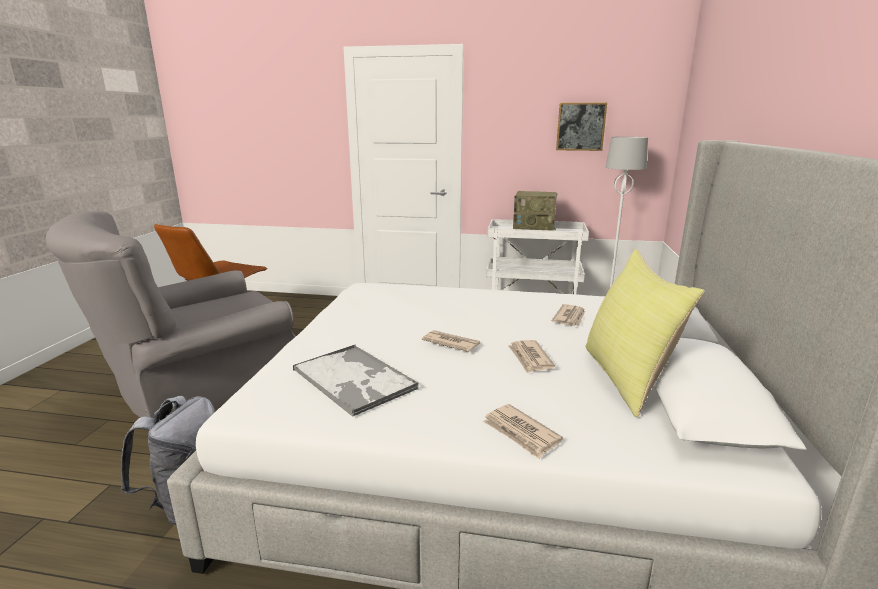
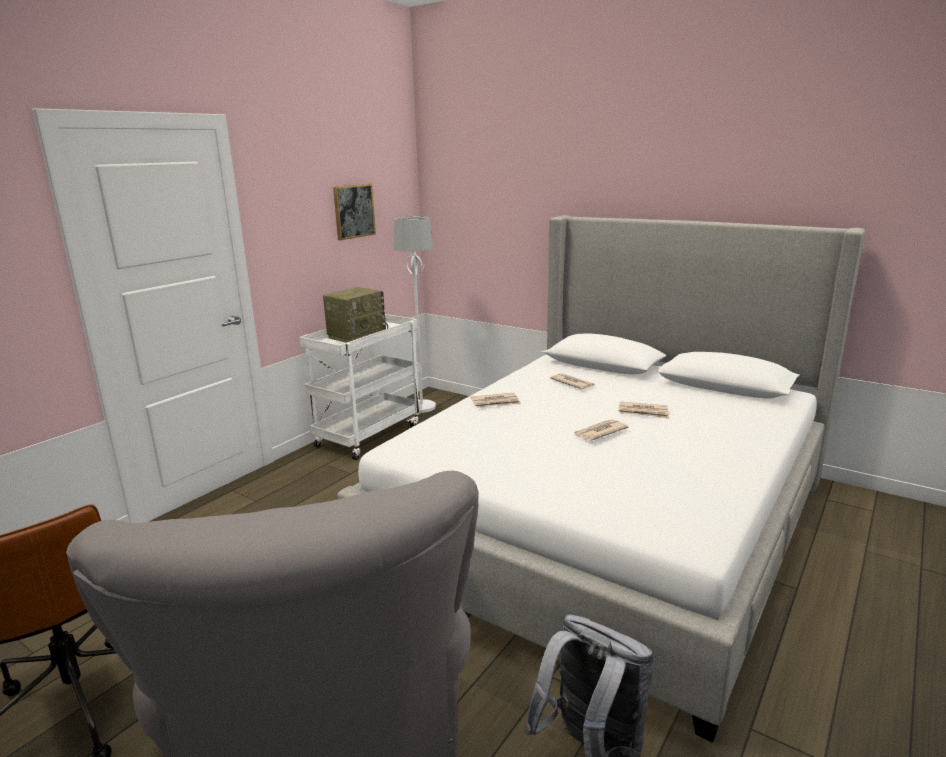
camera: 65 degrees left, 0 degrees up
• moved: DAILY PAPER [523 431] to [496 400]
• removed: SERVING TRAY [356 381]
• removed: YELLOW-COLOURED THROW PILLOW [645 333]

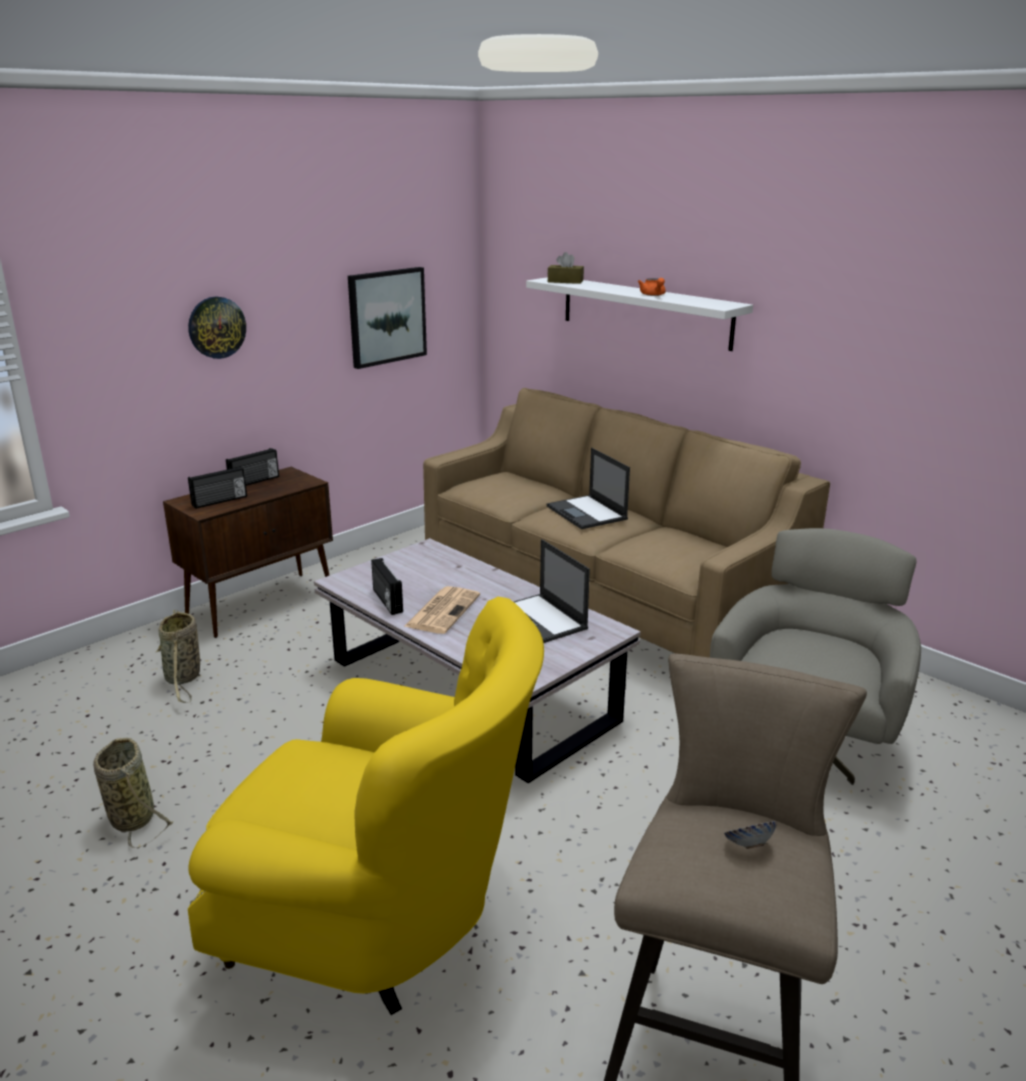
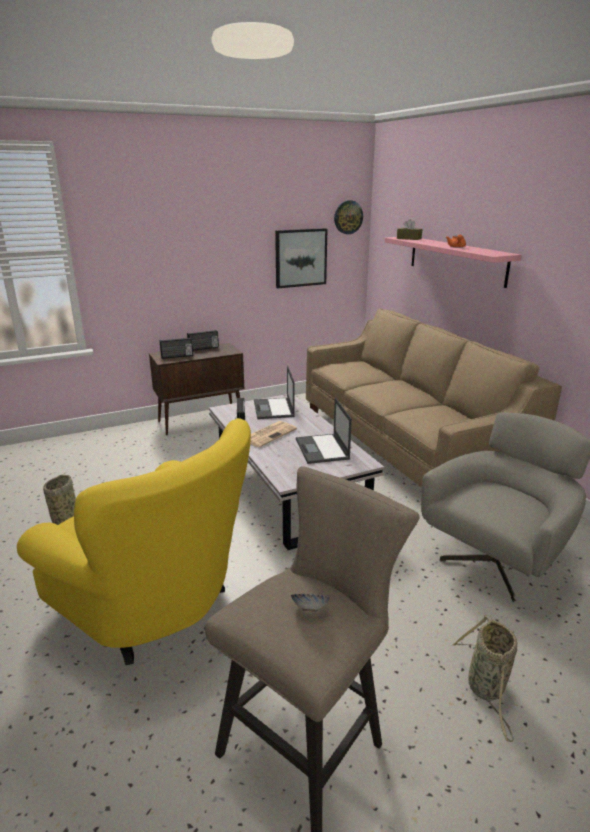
camera: 20 degrees right, 0 degrees up
• moved: NOTEBOOK COMPUTER [588 488] to [274 392]
• moved: HANGING CLOCK [217 328] to [348 217]
• recoloured: WHITISH WALL SHELF [639 314] to PINK-COLOURED WALL SHELF [453 262]
• moved: STORAGE BASKET [178 656] to [484 678]

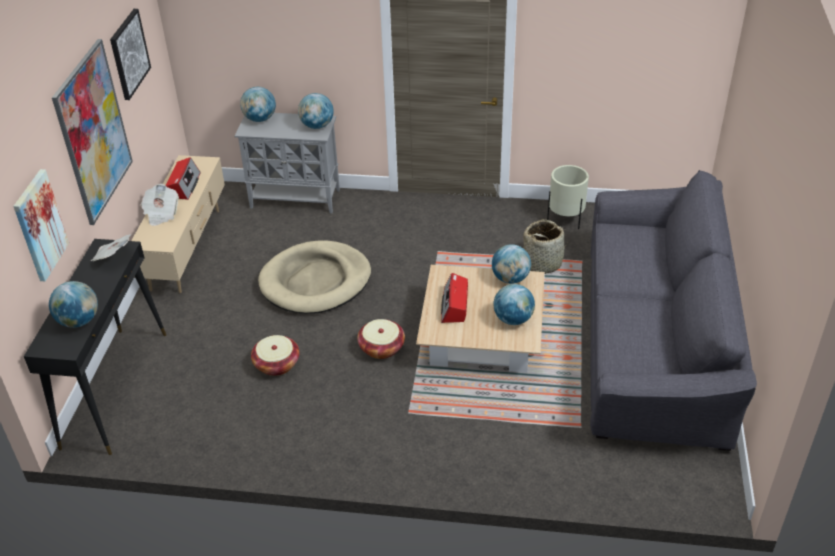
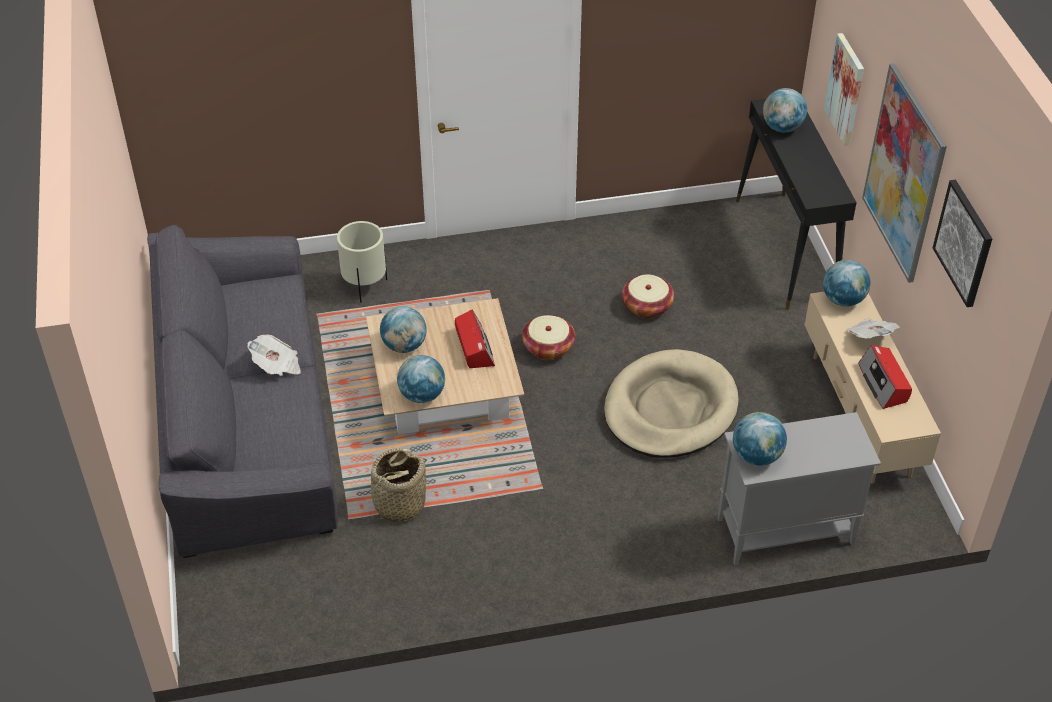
camera: 160 degrees right, 5 degrees up
• moved: DAILY PAPER [111 247] to [274 355]
• moved: BEIGE-COLOURED FLOWER POT [568 197] to [362 262]
• moved: GLOBE [258 104] to [847 283]

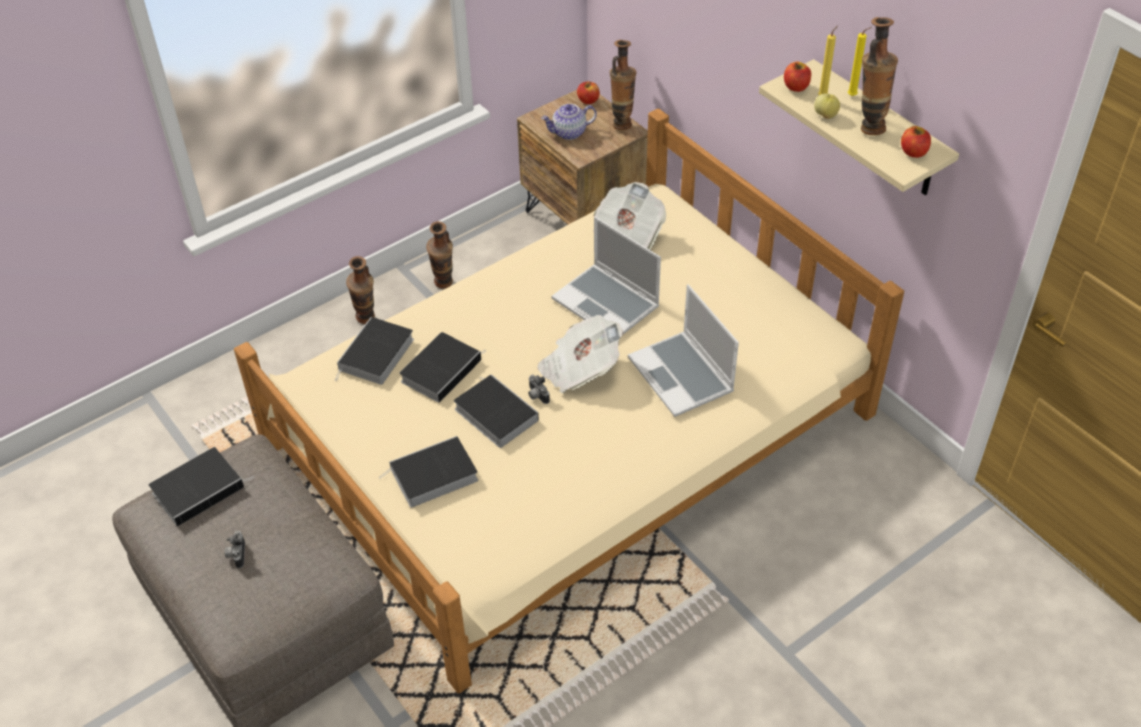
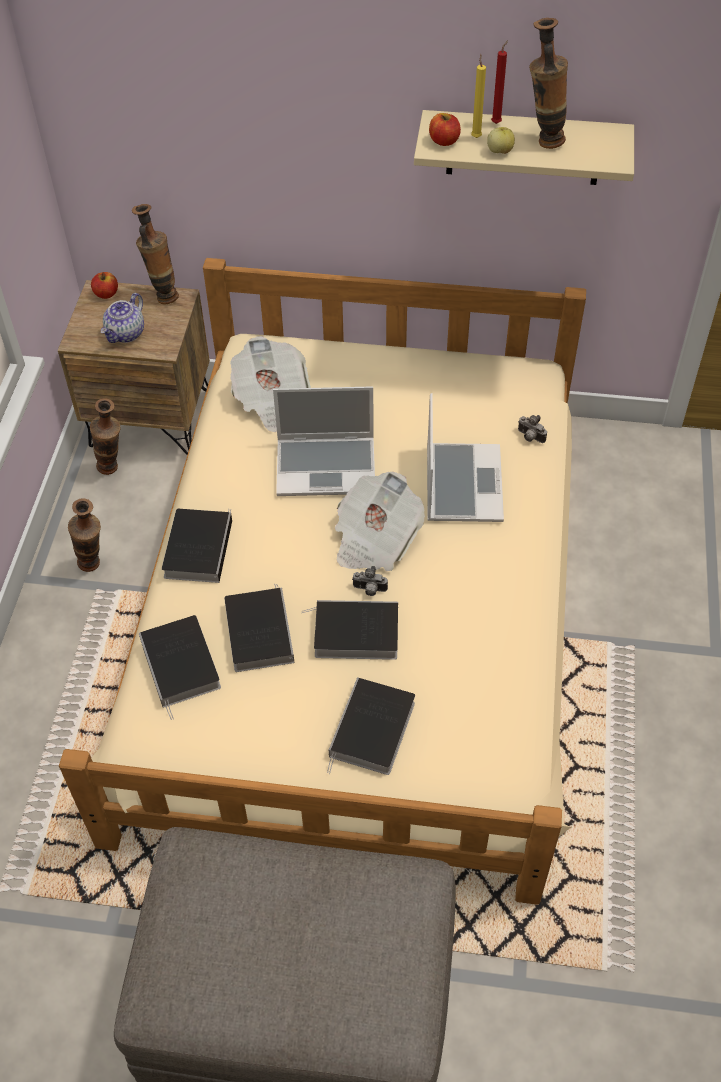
camera: 45 degrees left, 5 degrees up
• moved: VASE [360 290] to [105 436]
• moved: VOLUME [202 487] to [197 546]
• turned: NOTEBOOK COMPUTER [683 350] = [465 457] 105 degrees counterclockwise
• recoloured: YELLOW-COLOURED WAX CANDLE [860 61] to RED-COLOURED WAX CANDLE [499 82]
• moved: STILL CAMERA [234 549] to [532 429]
• removed: WHOLE APPLE [916 142]

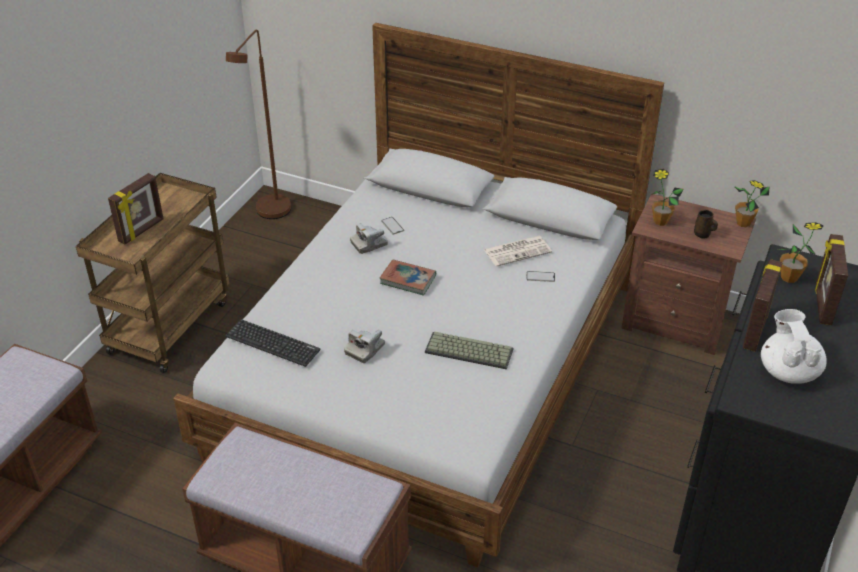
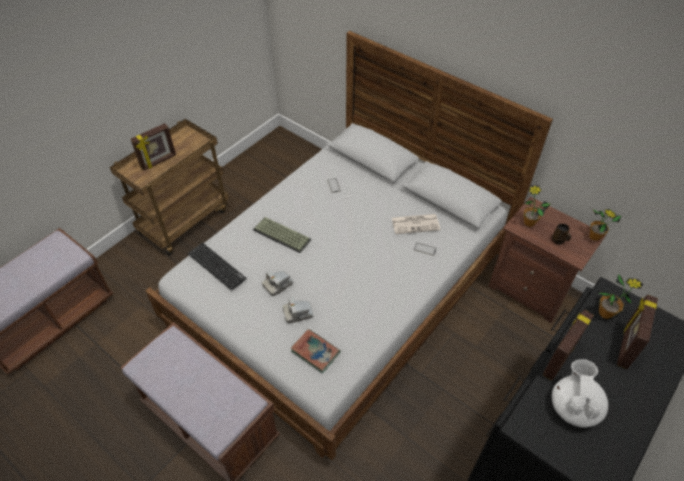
camera: 15 degrees right, 10 degrees up
• moved: COMPUTER KEYBOARD [469 351] to [282 235]
• moved: STILL CAMERA [369 238] to [298 310]
• moved: VOLUME [407 278] to [315 351]
• removed: BROWN-COLOURED STANDING LAMP [258 124]

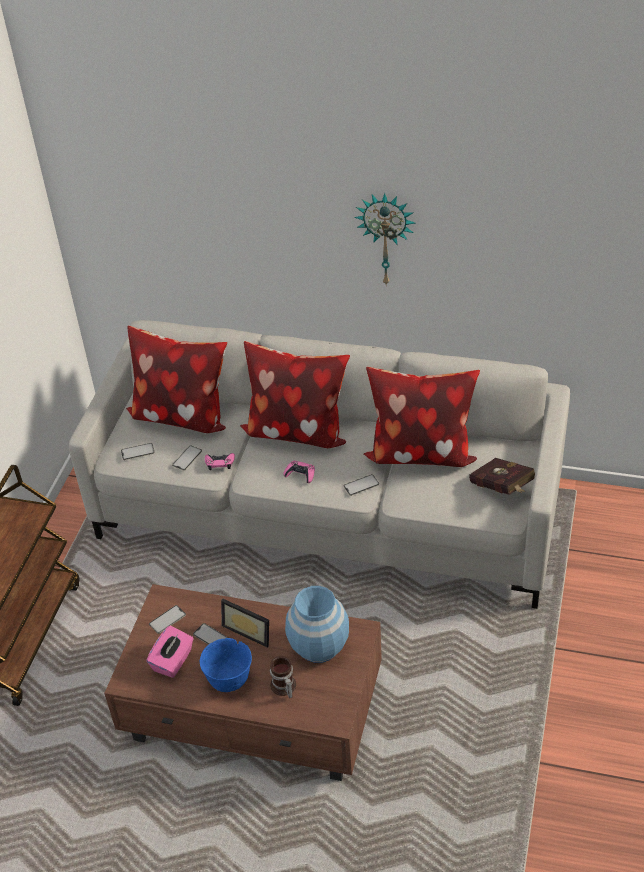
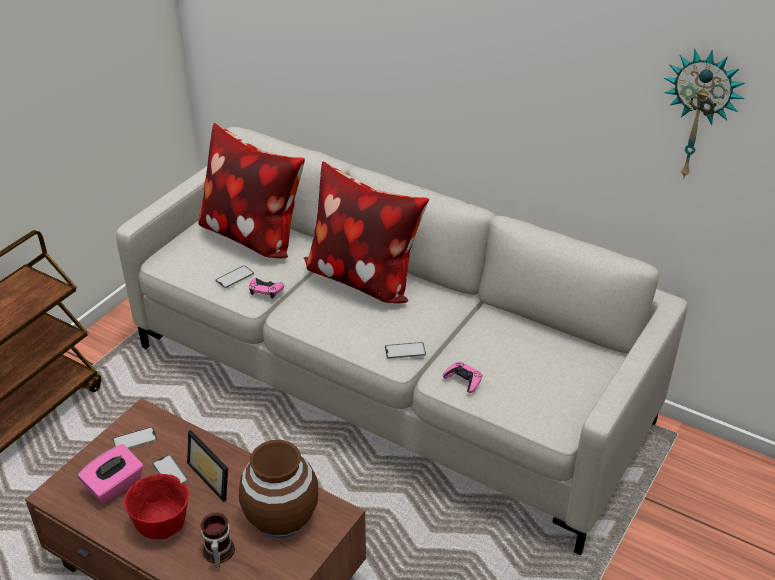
camera: 15 degrees right, 5 degrees down
• recoloured: BLUISH DEEP DISH [226 665] to RED-COLOURED DEEP DISH [156 506]
• recoloured: BLUISH VASE [317 624] to BROWN-COLOURED VASE [278 489]
• moved: PINK-COLOURED JOYPAD [299 472] to [462 377]
• moved: HANGING CLOCK [384 240] to [704 114]
• removed: PHONE [137 451]
• removed: THROW PILLOW [422 417]
• removed: RED-COLOURED VOLUME [502 476]

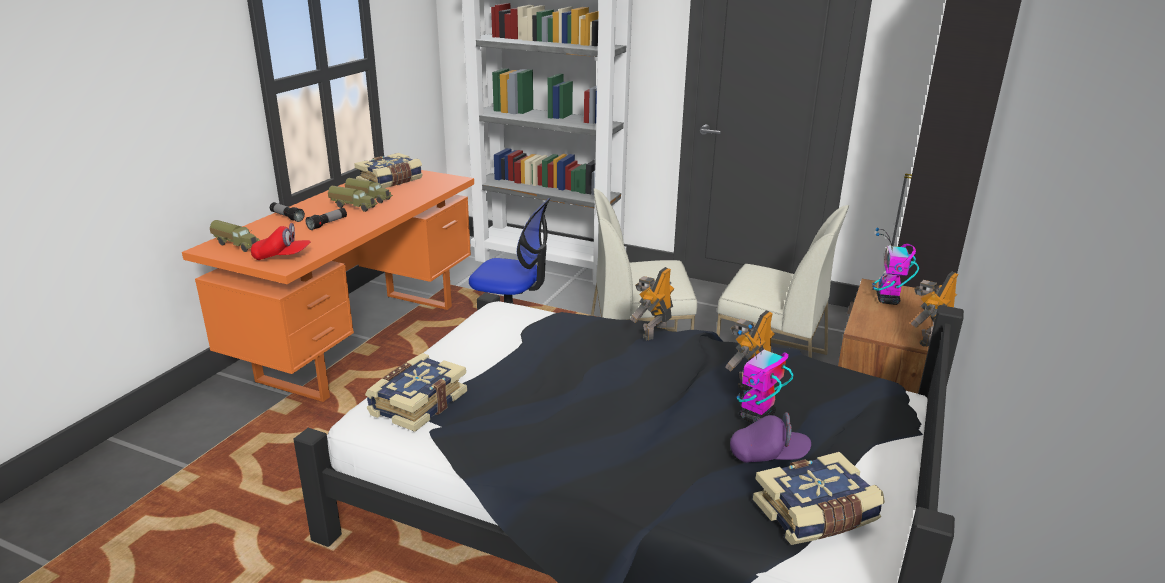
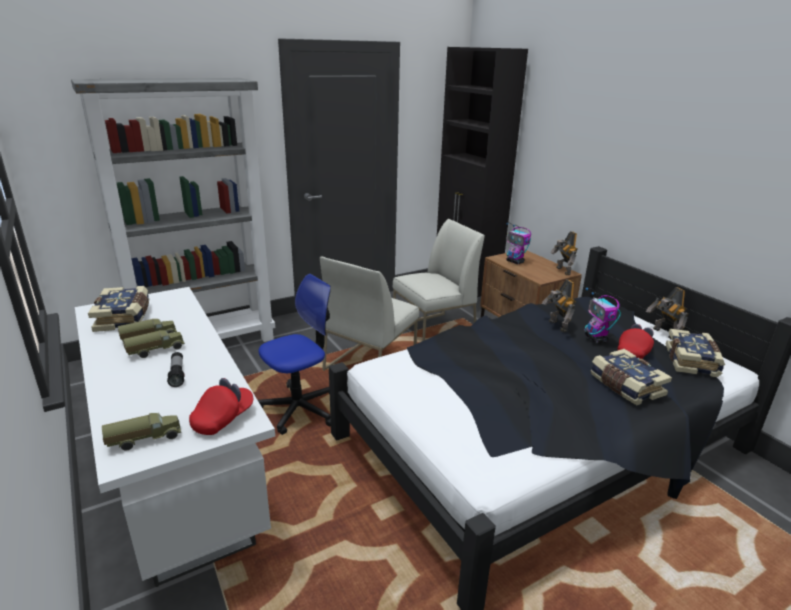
camera: 55 degrees left, 0 degrees up
• recoloured: ORANGE-COLOURED DESK TABLE [328 286] to WHITISH DESK TABLE [175 437]
• moved: VOLUME [416 392] to [631 377]
• recoloured: PURPLISH PEAKED CAP [770 437] to RED-COLOURED PEAKED CAP [636 341]
• moved: TOY ROBOT [652 303] to [667 313]
• removed: TORCH [287 212]

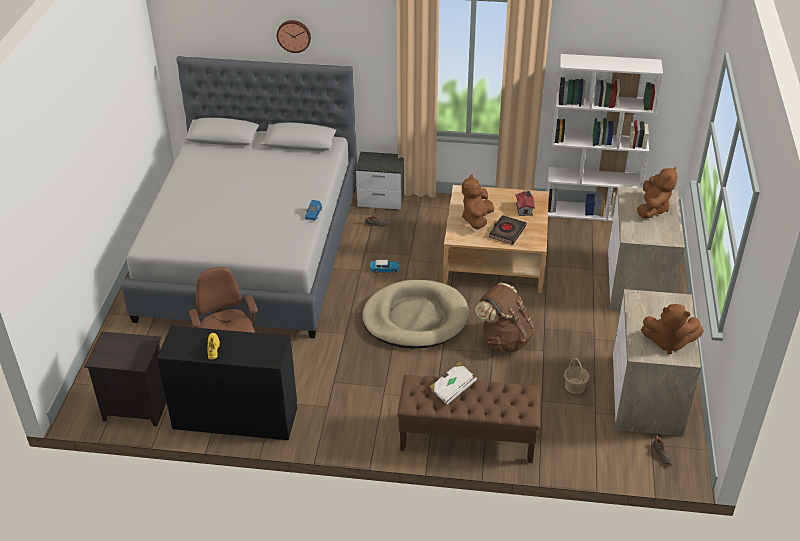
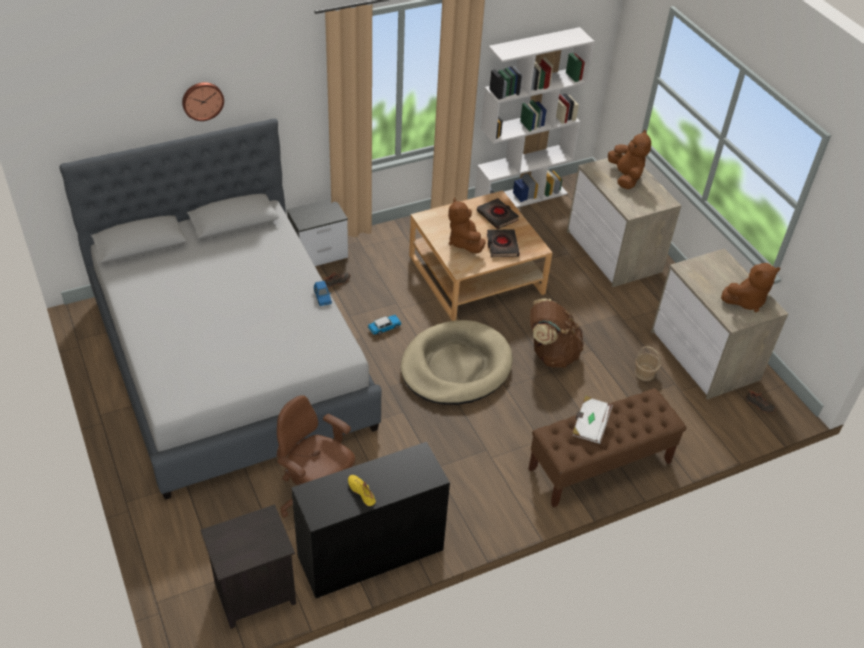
camera: 35 degrees left, 5 degrees up
• replaced: MODEL HOUSE [525 203] to BLACKISH VOLUME [498 213]

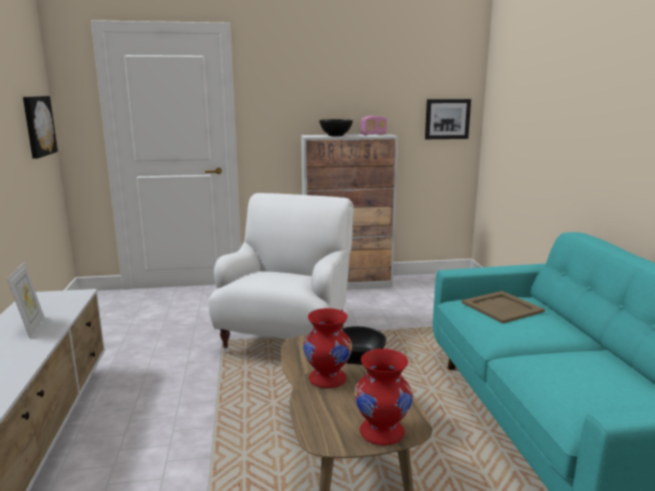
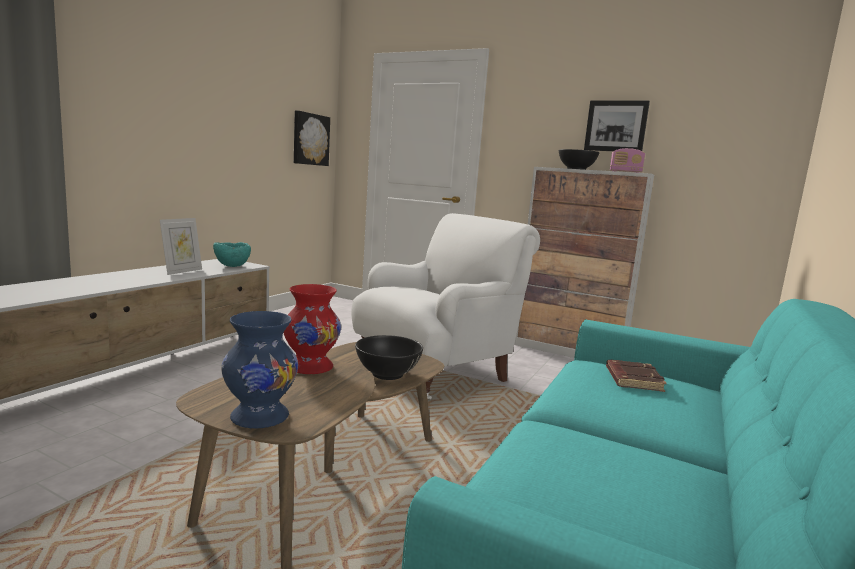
camera: 35 degrees right, 5 degrees down
• added: BLUE-GREEN DEEP DISH [232 254]
• recoloured: RED-COLOURED VASE [383 397] to BLUISH VASE [259 370]
• moved: WALL PICTURE [448 119] to [617 125]
• replaced: BEIGE-COLOURED SERVING TRAY [503 307] to BROWN-COLOURED VOLUME [636 376]

